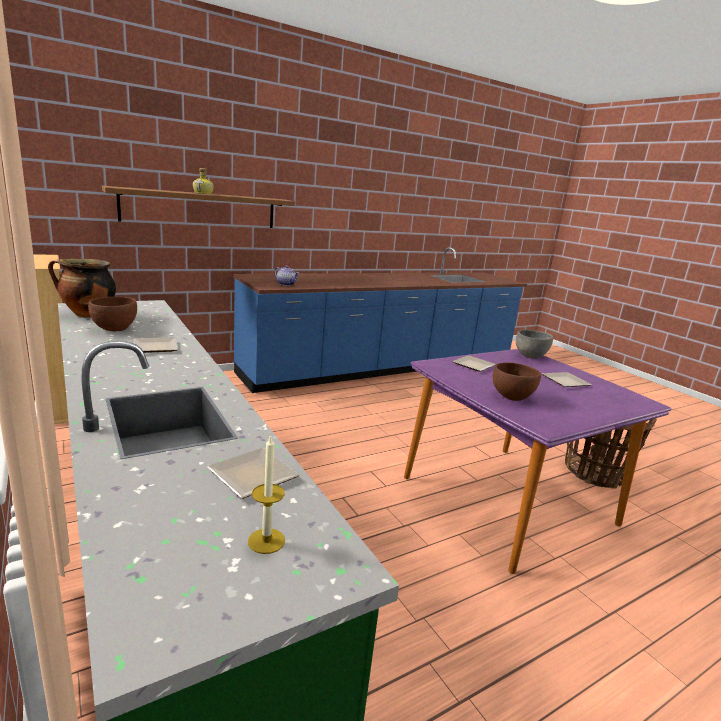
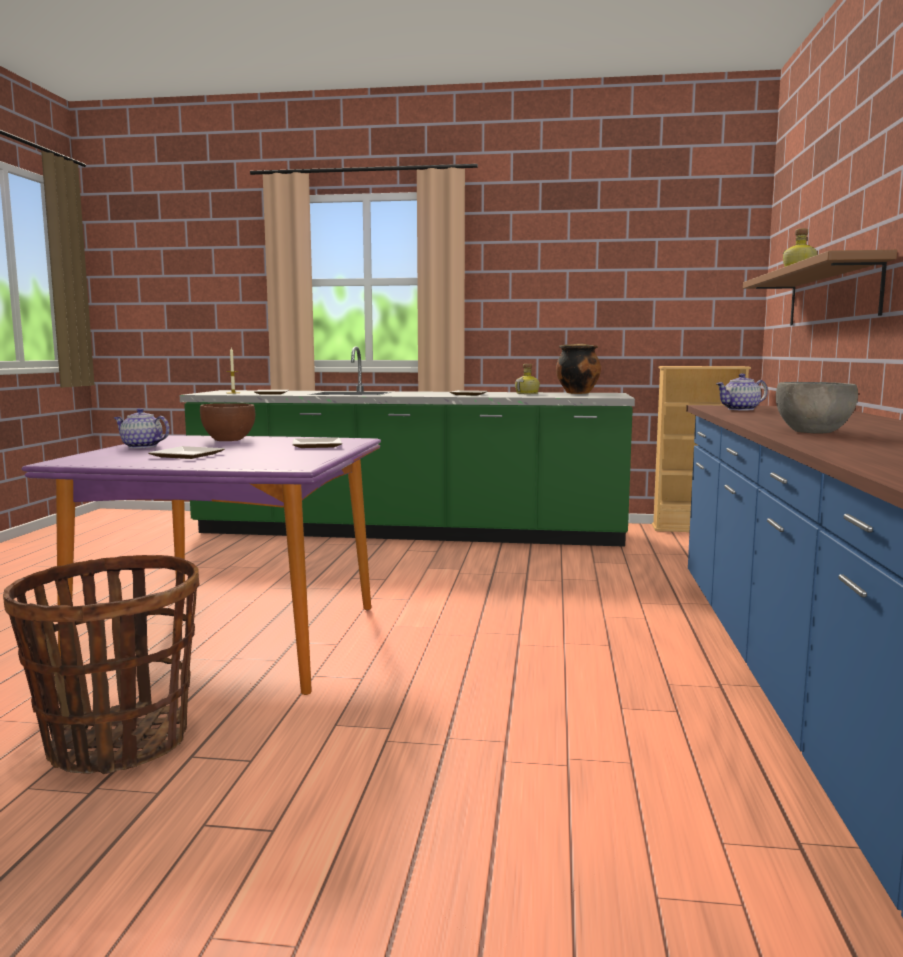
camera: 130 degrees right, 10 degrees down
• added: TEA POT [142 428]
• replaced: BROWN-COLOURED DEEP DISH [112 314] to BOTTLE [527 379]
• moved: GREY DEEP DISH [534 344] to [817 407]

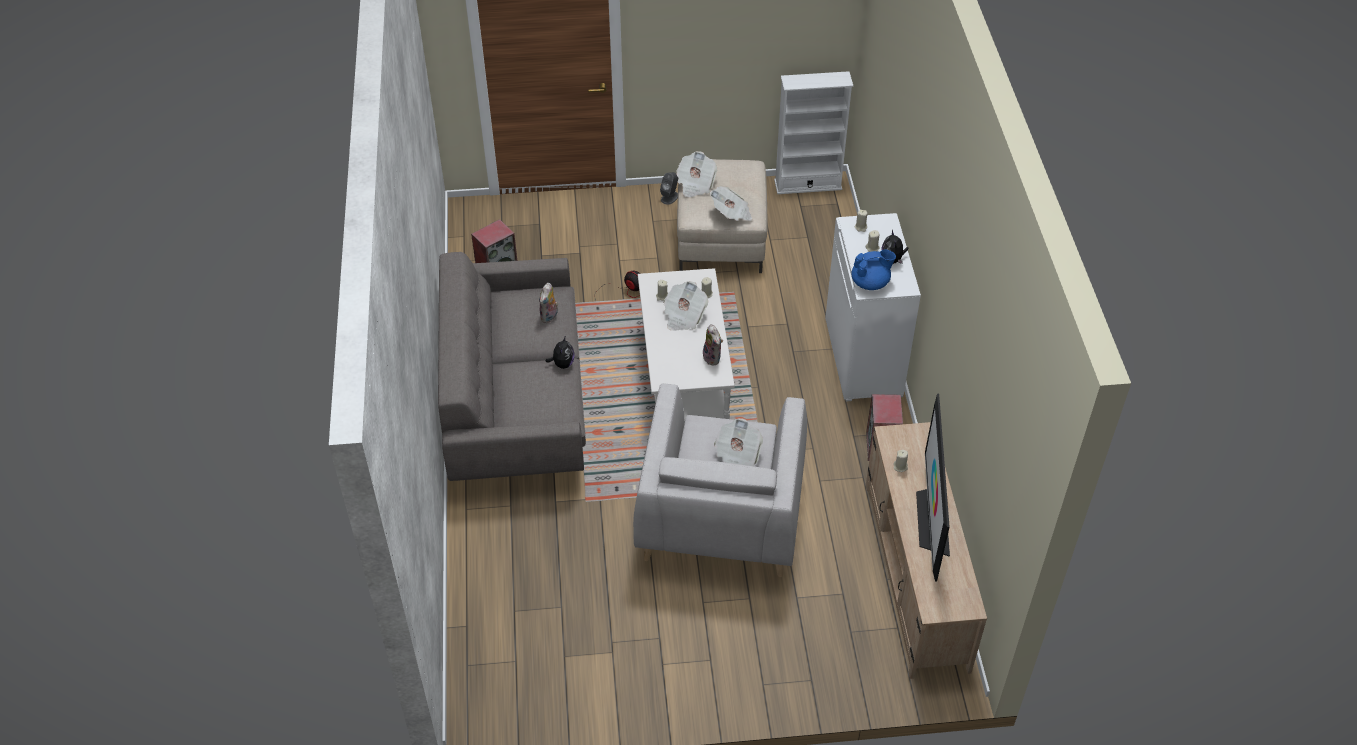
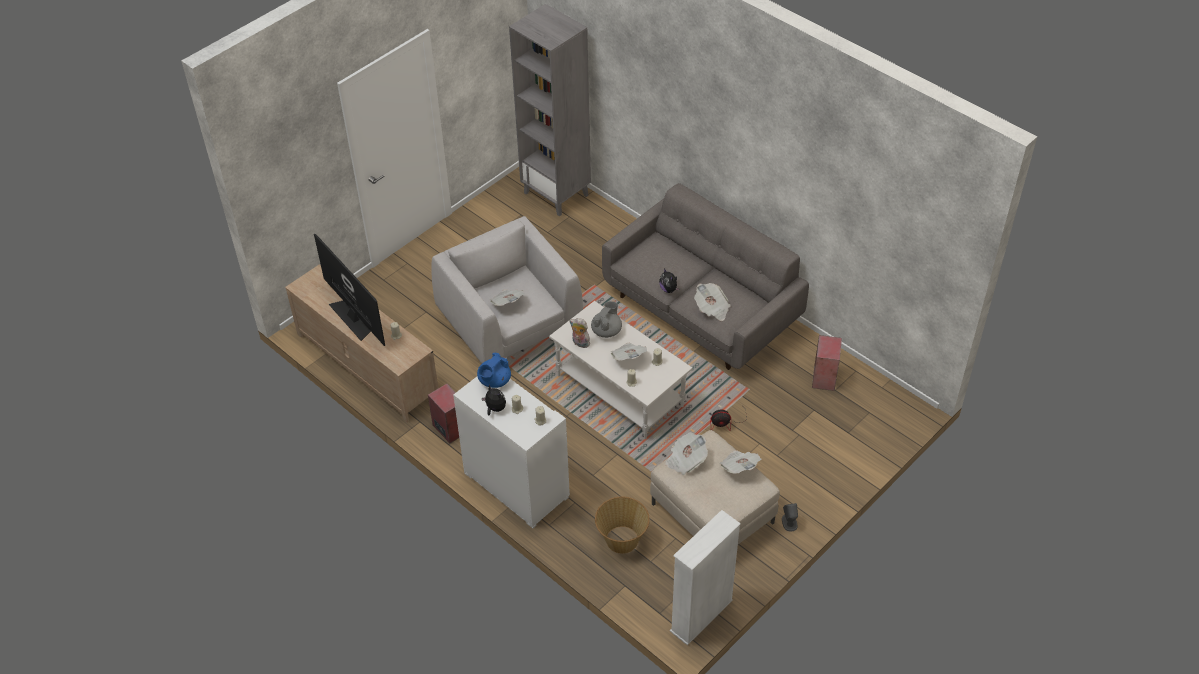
camera: 140 degrees right, 0 degrees up
• added: GREY BOOKSHELF [550 110]
• added: GREY TEA POT [606 319]
• added: STORAGE BASKET [622 525]
• replaced: CUDDLY TOY [548 303] to DAILY PAPER [712 302]

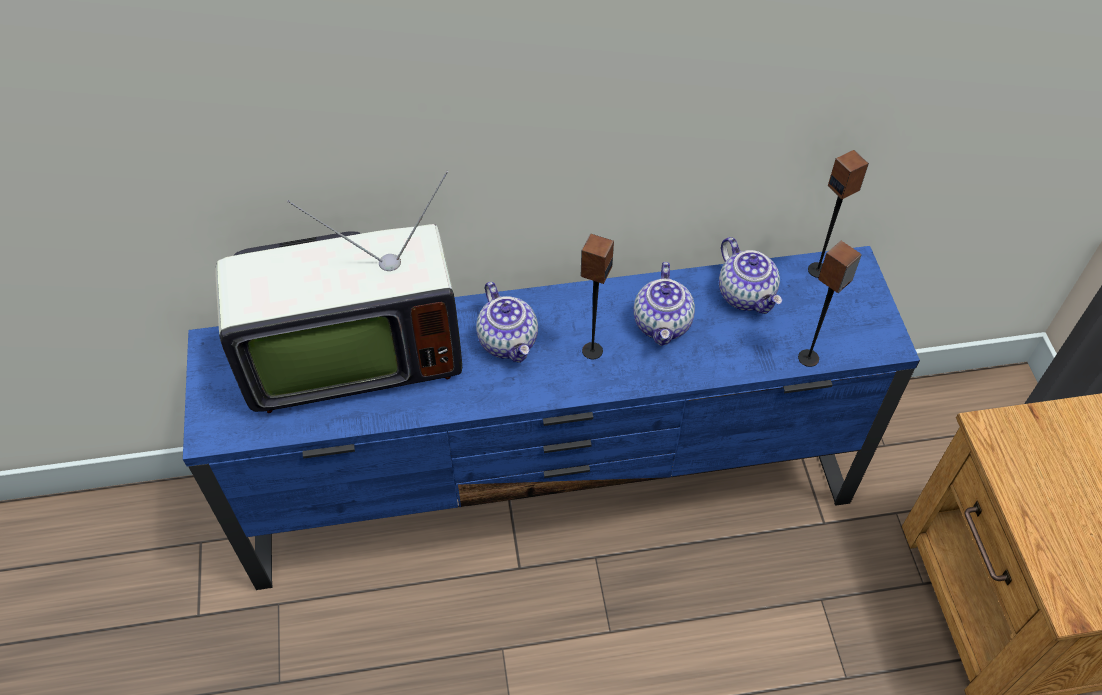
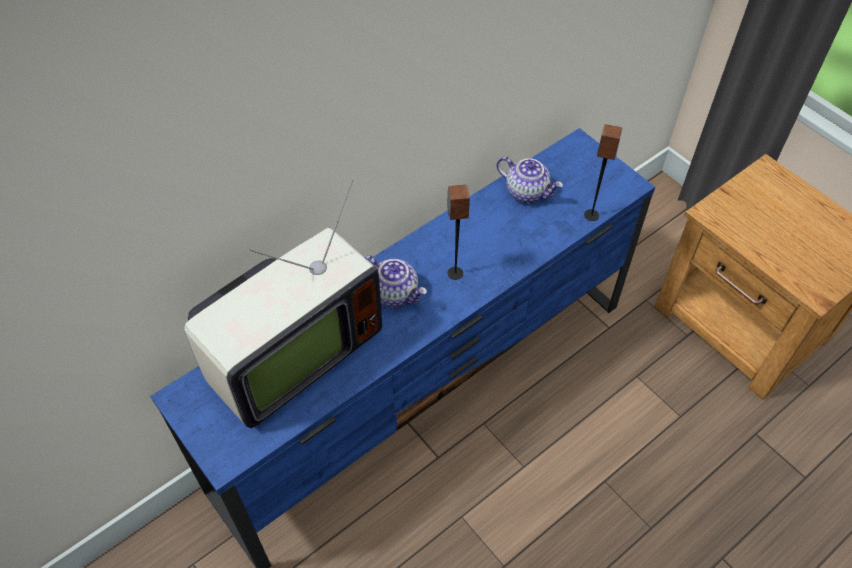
camera: 30 degrees left, 0 degrees up
• removed: TEA POT [664 304]
• removed: LOUDSPEAKER [838 214]

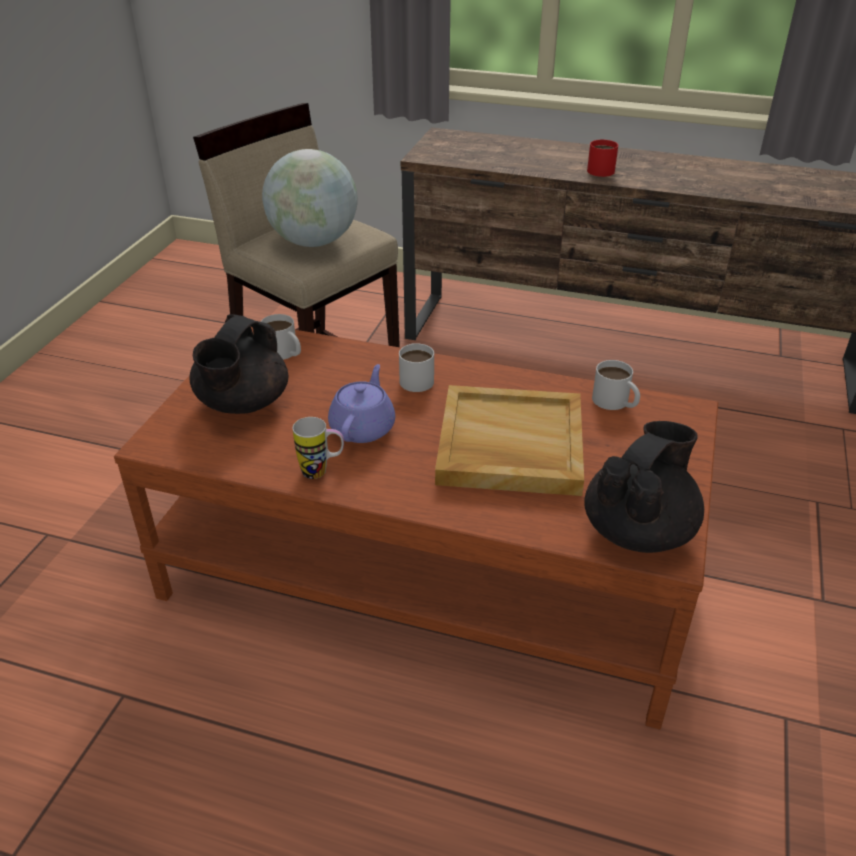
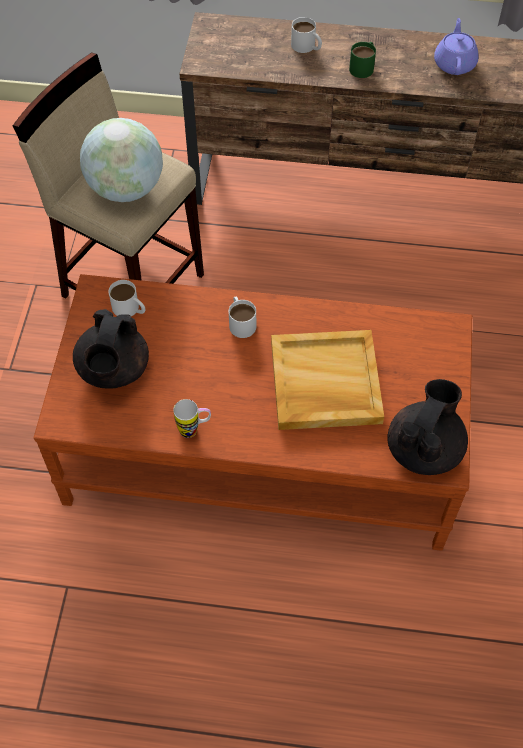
camera: 10 degrees left, 20 degrees up
• moved: WHITISH TEA MUG [616 385] to [306 35]
• recoloured: RED-COLOURED TEA MUG [602 158] to GREEN-COLOURED TEA MUG [362 60]
• moved: PURPLISH TEA POT [361 403] to [456 46]

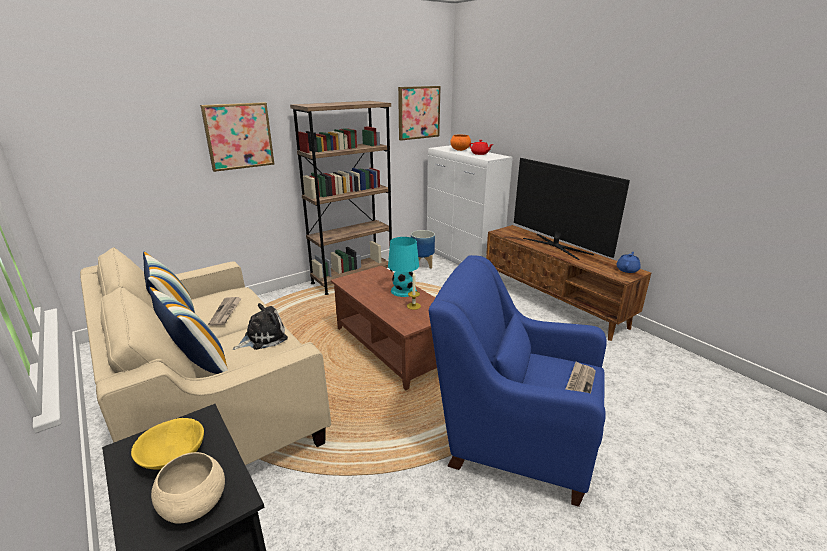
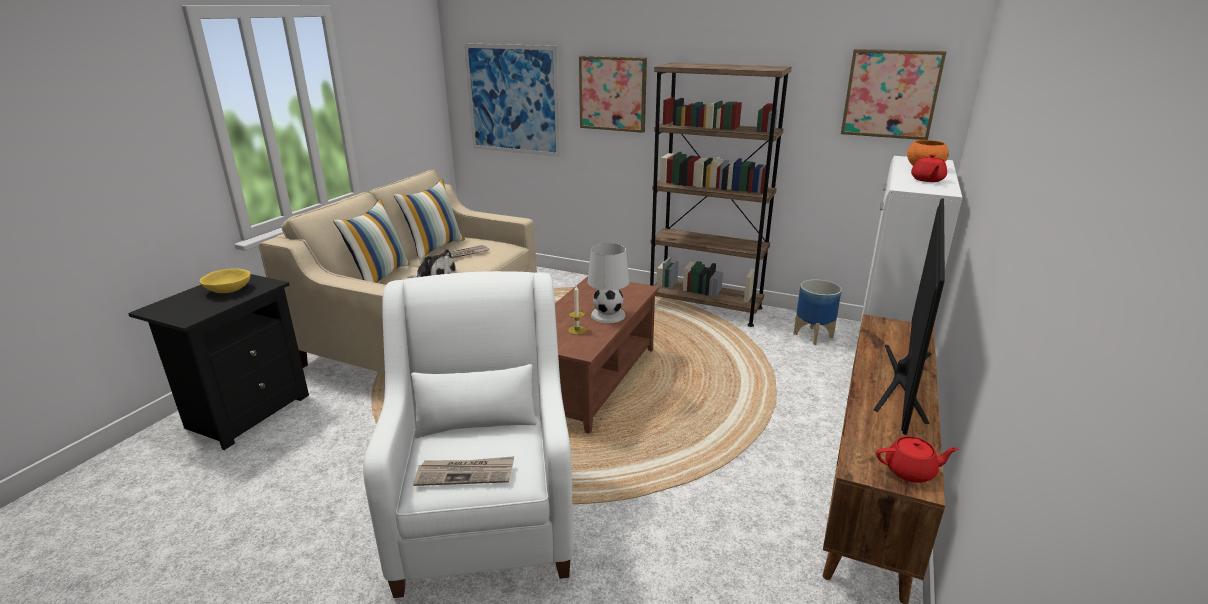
camera: 60 degrees right, 0 degrees up
• recoloured: BLUISH LOUNGE CHAIR [518 381] to WHITISH LOUNGE CHAIR [468 434]
• added: WALL PICTURE [512 100]
• recoloured: BLUE-GREEN TABLETOP LAMP [403 267] to WHITISH TABLETOP LAMP [608 283]
• recoloured: BLUISH TEA POT [628 262] to RED-COLOURED TEA POT [917 459]
• removed: BEIGE-COLOURED DEEP DISH [188 488]

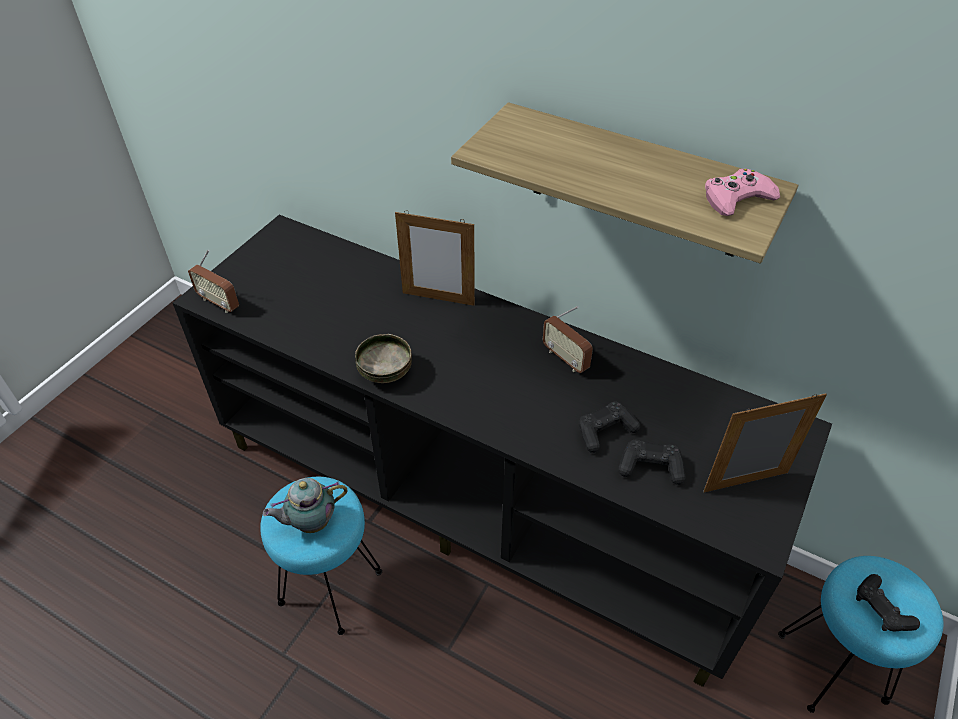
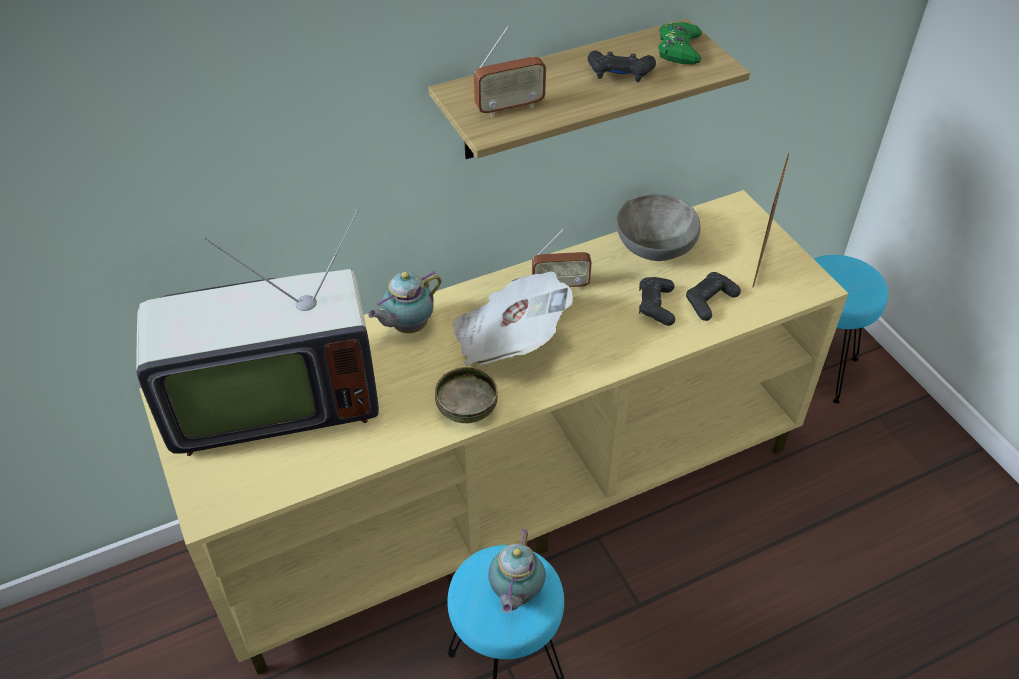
camera: 55 degrees left, 0 degrees up
• added: TV [257 332]
• recoloured: BLACKISH TV UNIT [502 451] to BEIGE-COLOURED TV UNIT [493 432]
• replaced: STANDING FRAME [435 258] to TEA POT [404 302]
• added: DAILY PAPER [512 318]
• moved: RADIO SET [213 281] to [510 71]
• moved: BLACKISH JOYPAD [888 603] to [622 66]
• added: GREY DEEP DISH [658 227]
• recoloured: PINK-COLOURED JOYPAD [742 192] to GREEN-COLOURED JOYPAD [680 43]

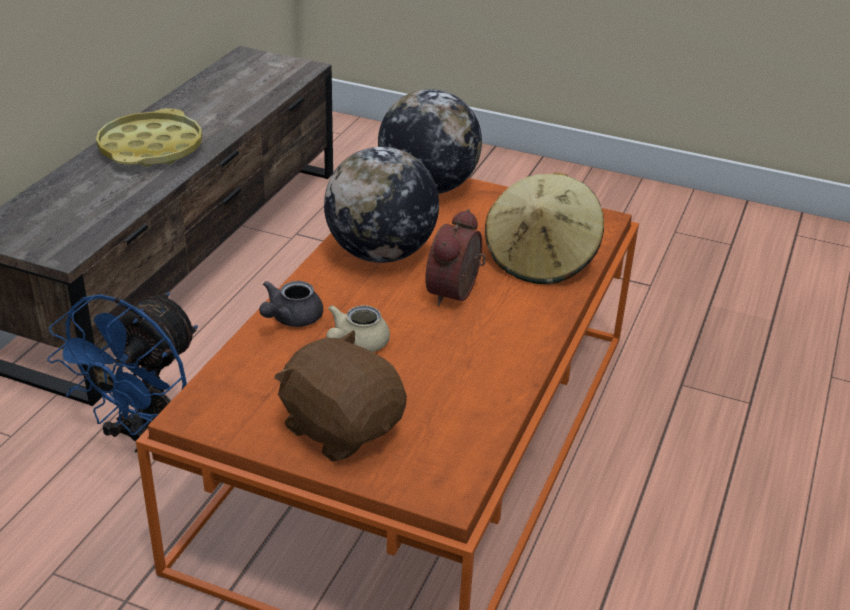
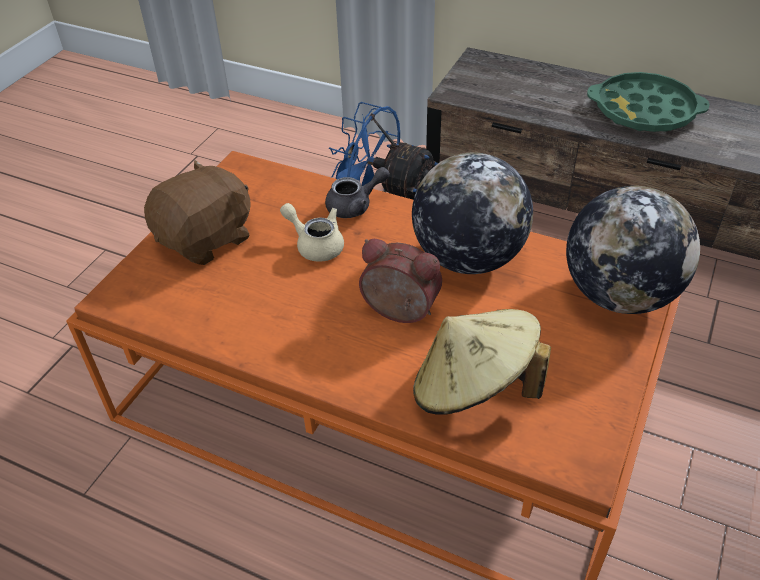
camera: 95 degrees right, 10 degrees up
• turned: GREY TEA POT [291 304] = [357 192] 120 degrees clockwise
• recoloured: YELLOW-COLOURED SERVING TRAY [149 137] to GREEN-COLOURED SERVING TRAY [648 102]

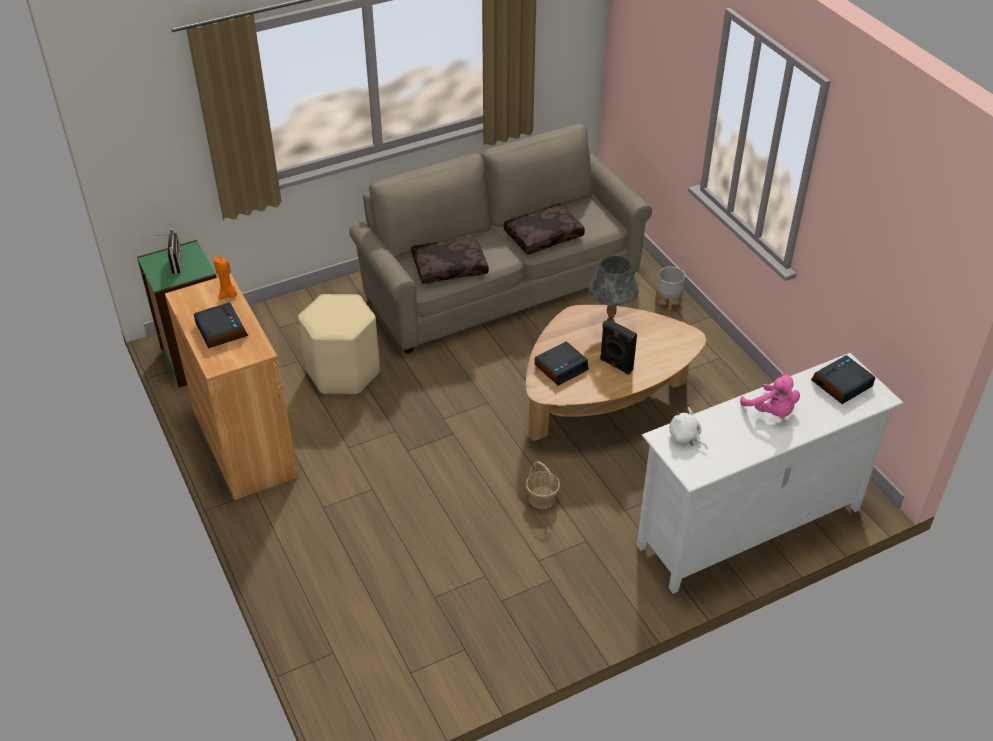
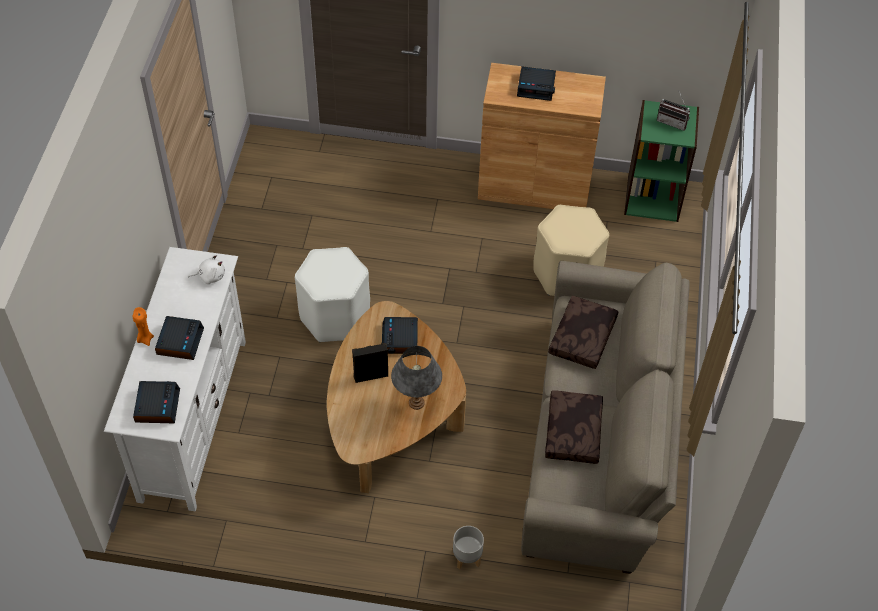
camera: 125 degrees right, 10 degrees up
• moved: ORANGE-COLOURED WAX CANDLE [225 278] to [143 326]
• replaced: PINK-COLOURED CUDDLY TOY [770 395] to ALARM CLOCK [179 338]
• replaced: STORAGE BASKET [543 485] to WHITISH STOOL SEAT [332 294]

